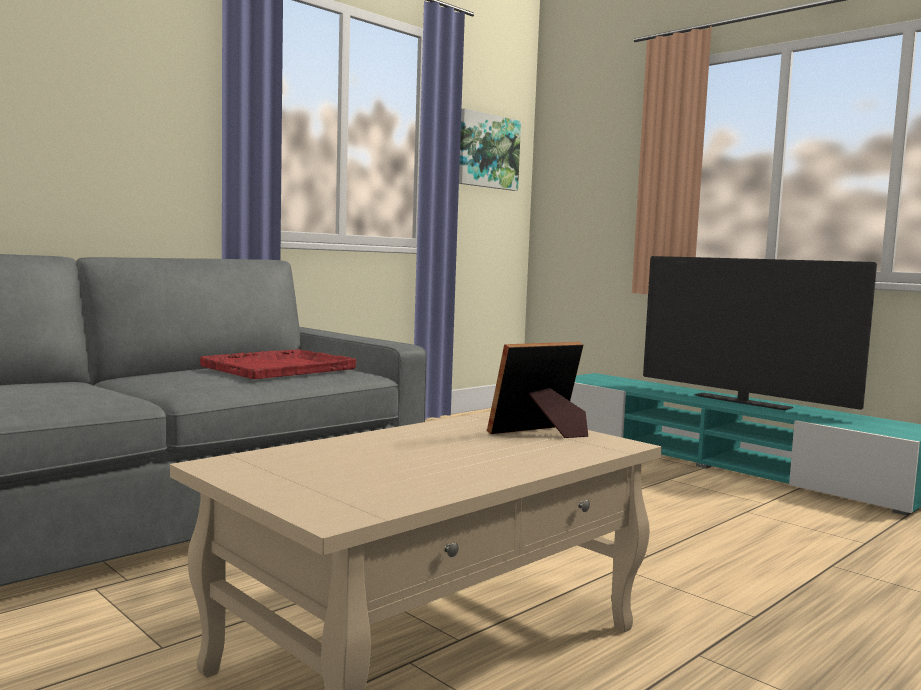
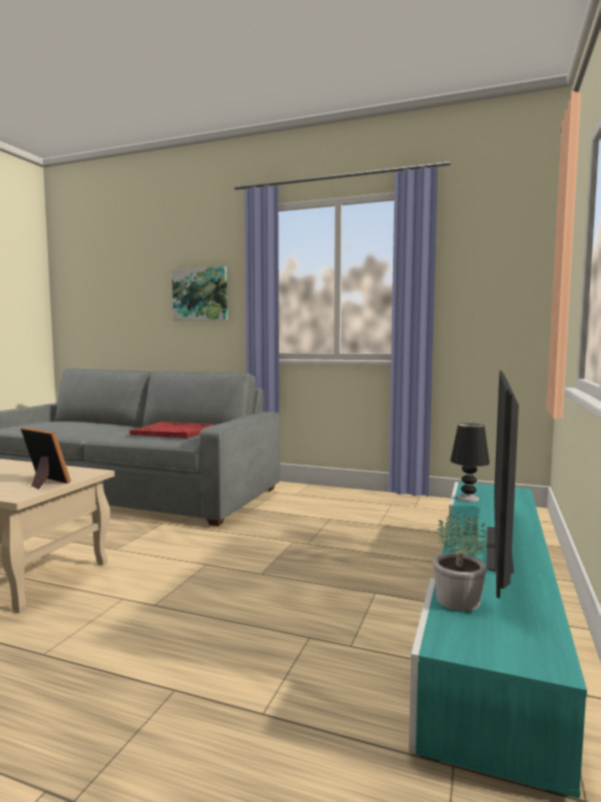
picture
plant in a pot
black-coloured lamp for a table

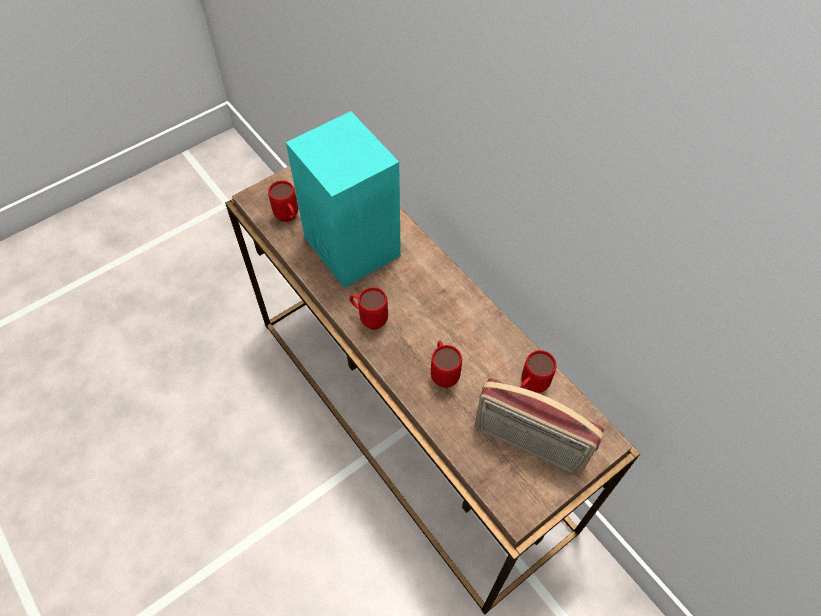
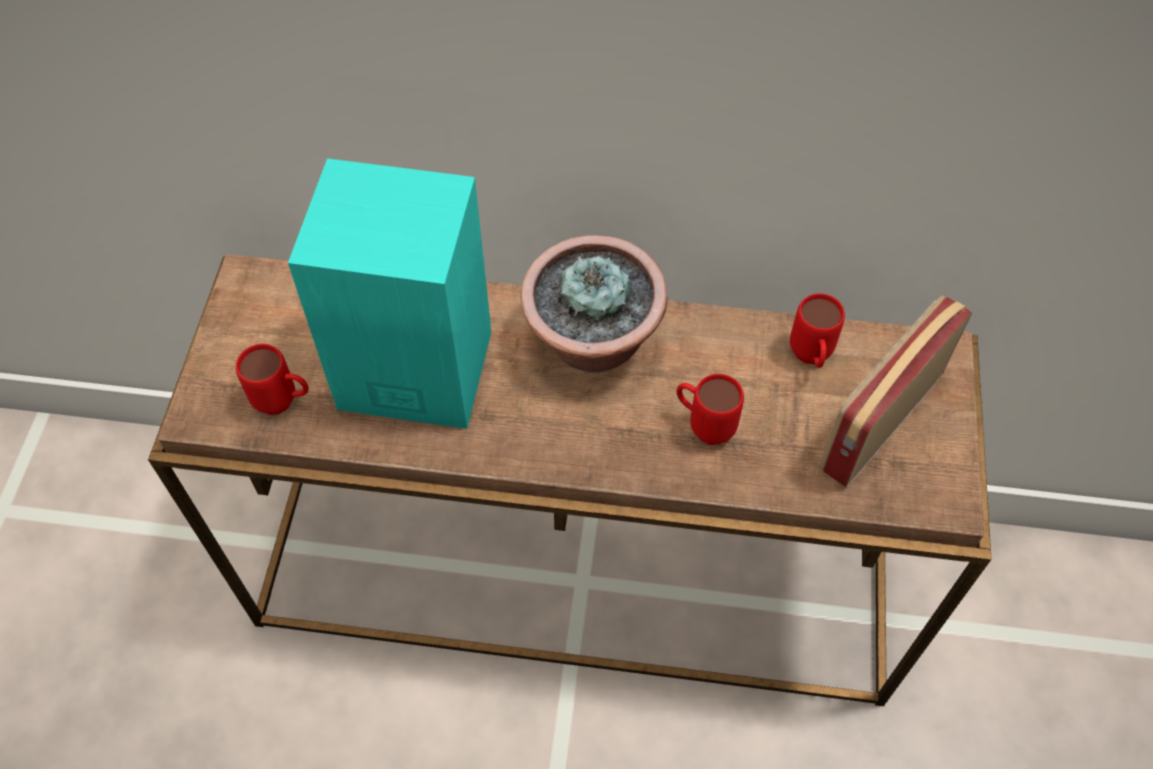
red-coloured tea mug (no. 2 from left in the first image)
radio
plant in a pot

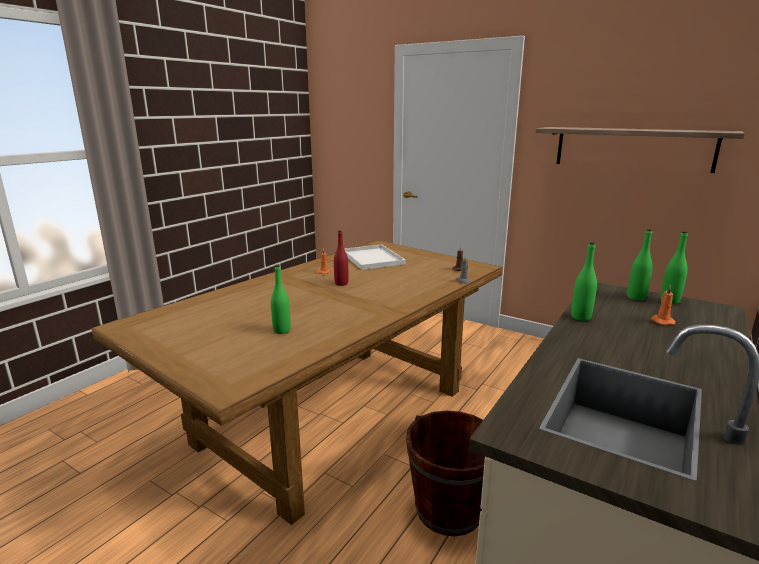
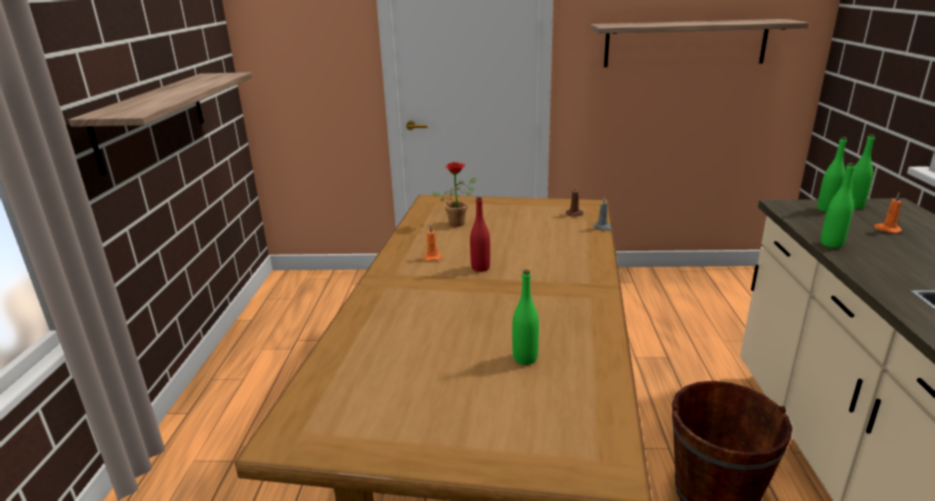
plant in a pot
bracket shelf (no. 1 from left)

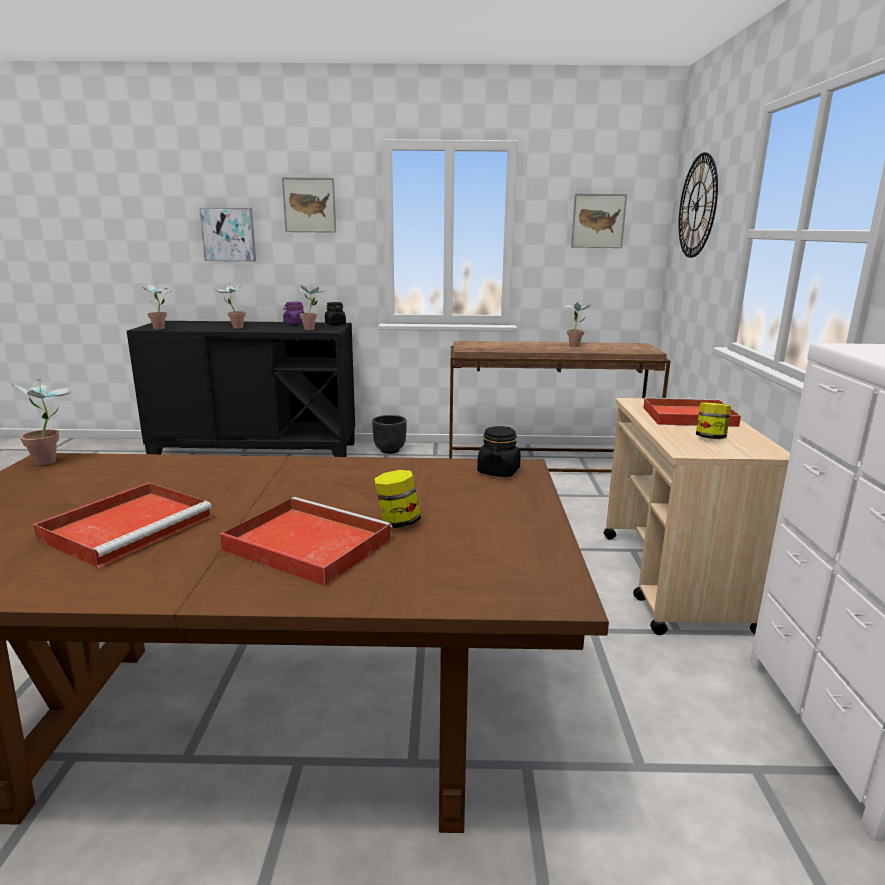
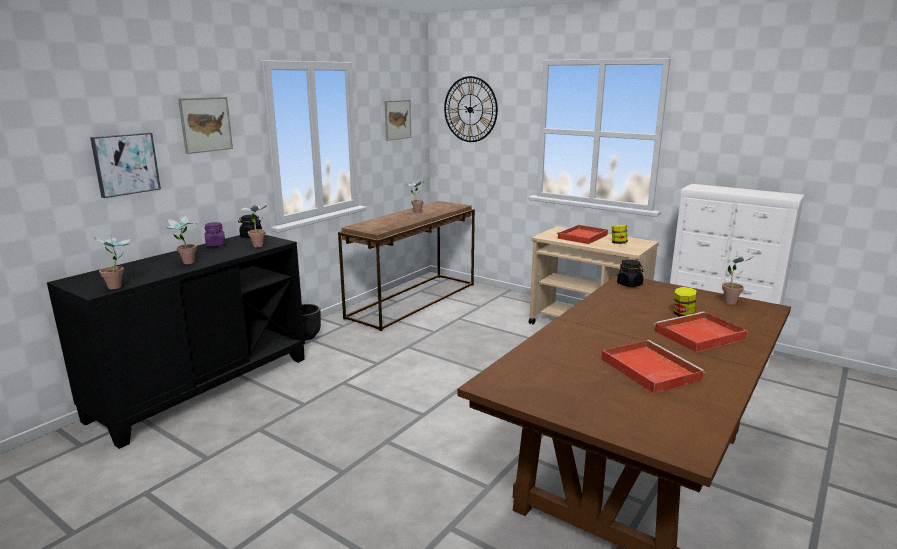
plant in a pot (no. 5 from left)

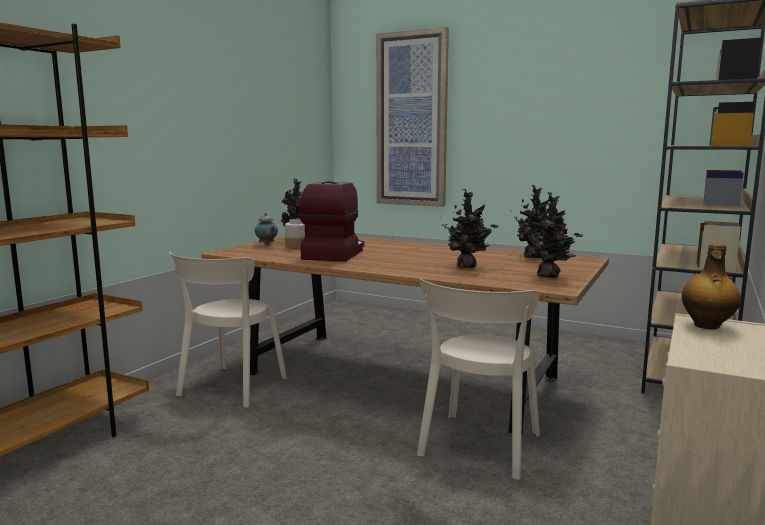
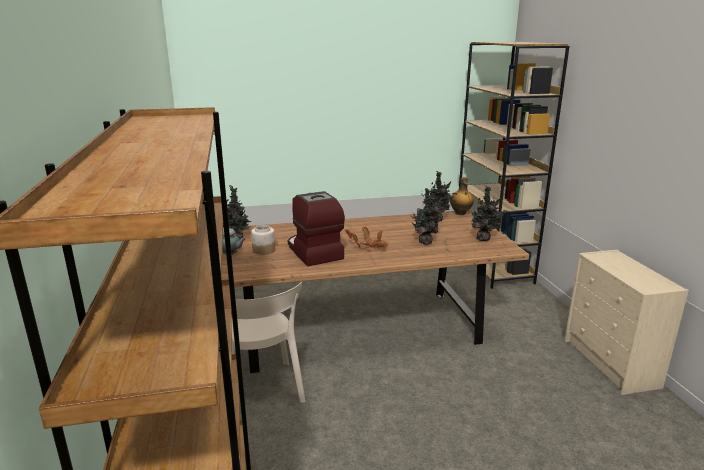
picture
sand-coloured plain chair (no. 2 from left in the first image)
bottle
plant in a pot (no. 2 from left)

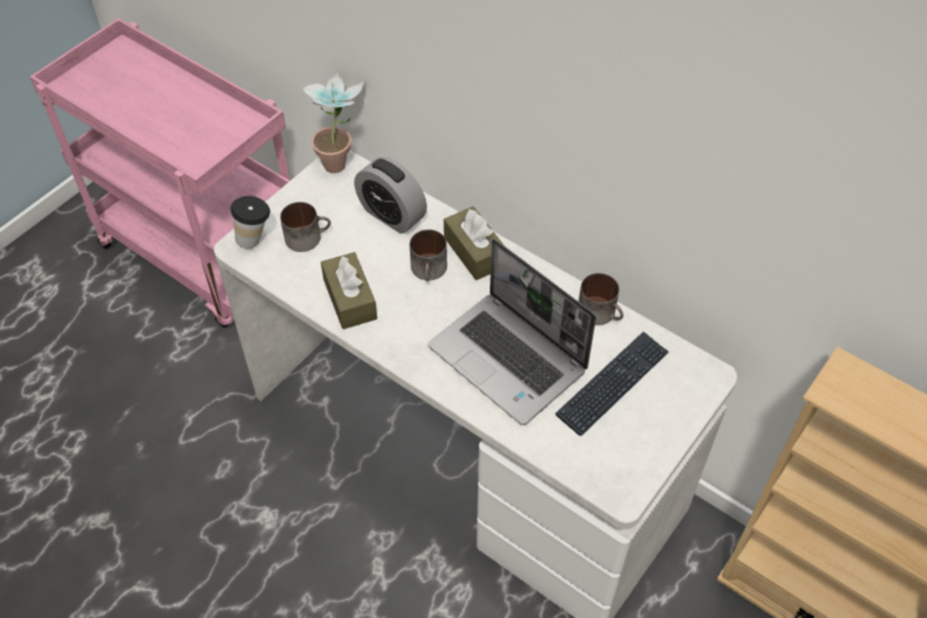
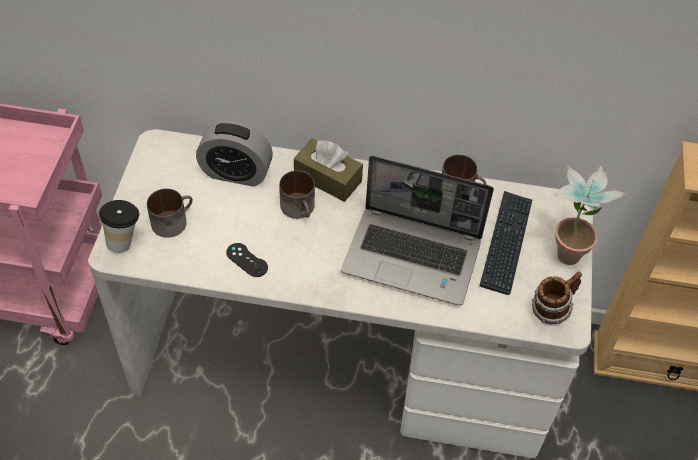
plant in a pot
black-coloured joypad
tea mug (no. 4 from left)

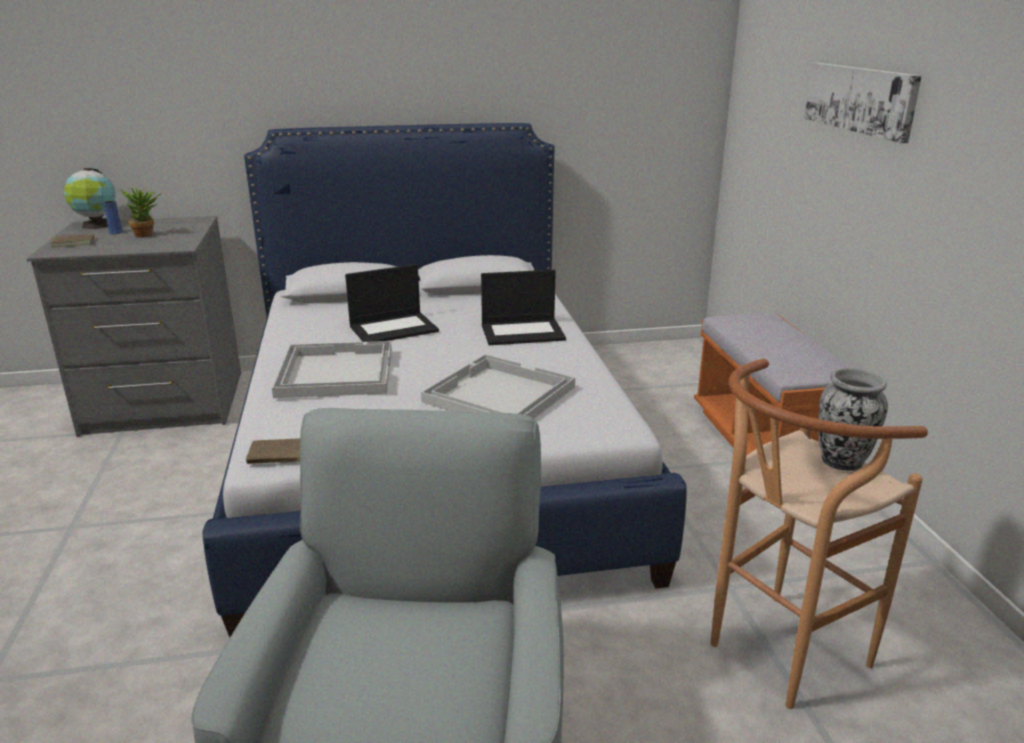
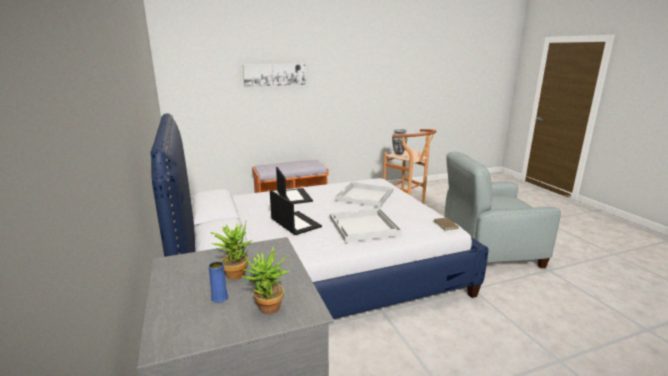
plant in a pot (no. 2 from left)
world globe

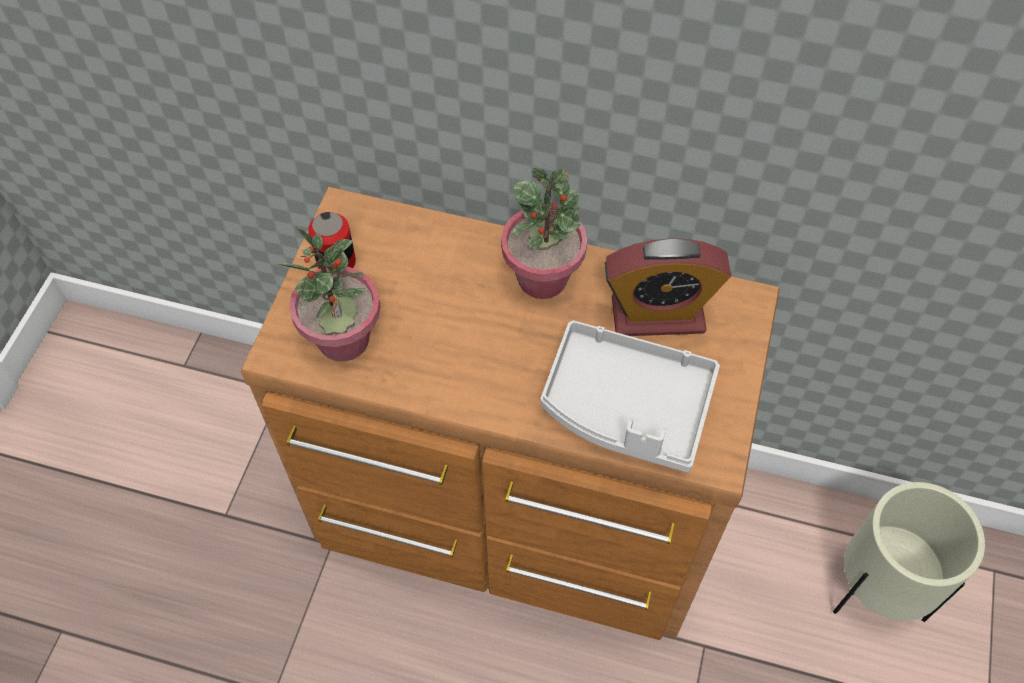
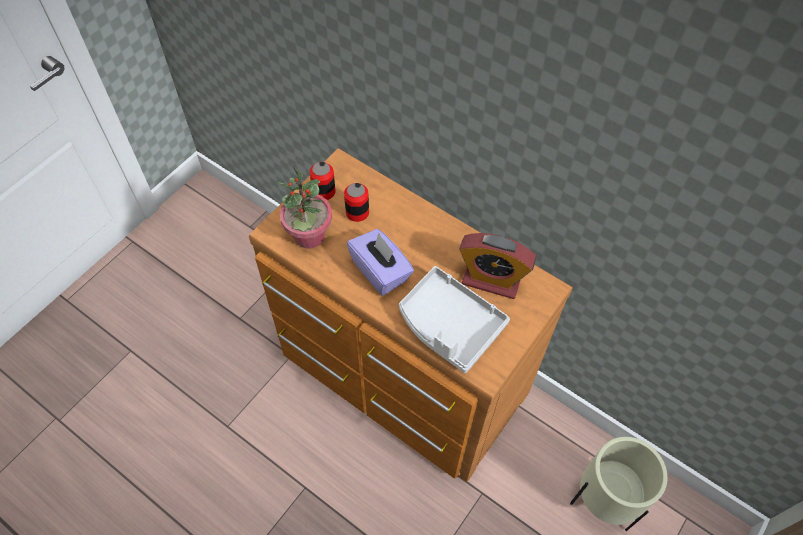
plant in a pot (no. 2 from left in the first image)
can (no. 2 from left)
purple tissue holder

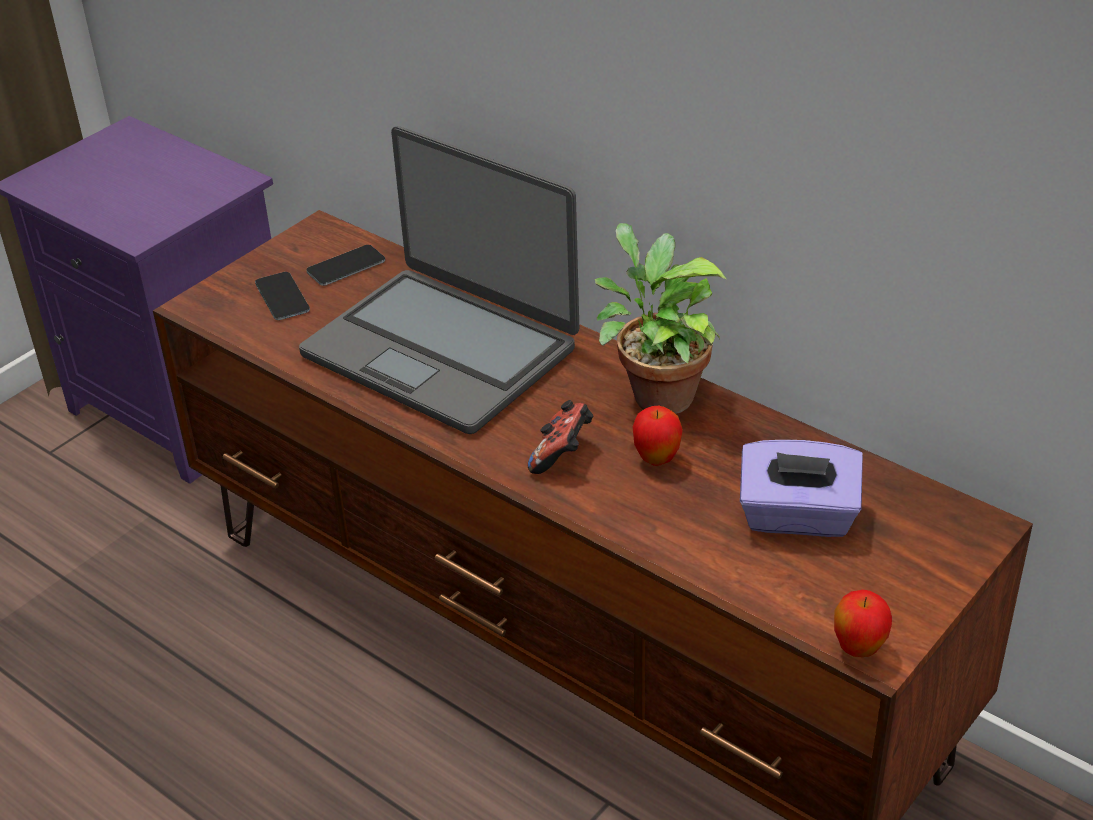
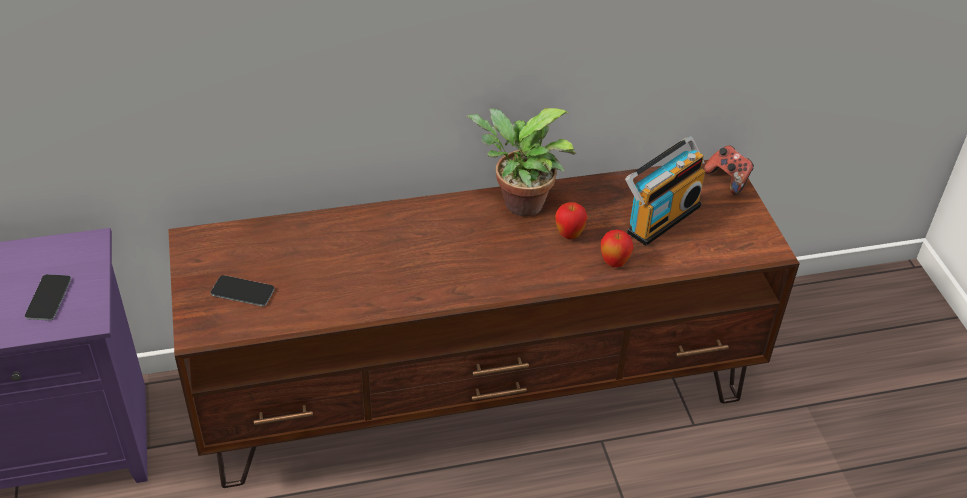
portable computer
phone (no. 1 from left)
joypad
radio
apple (no. 2 from left)

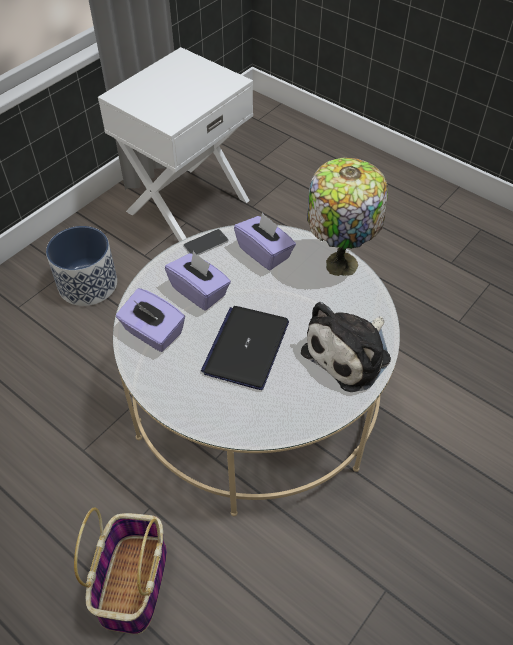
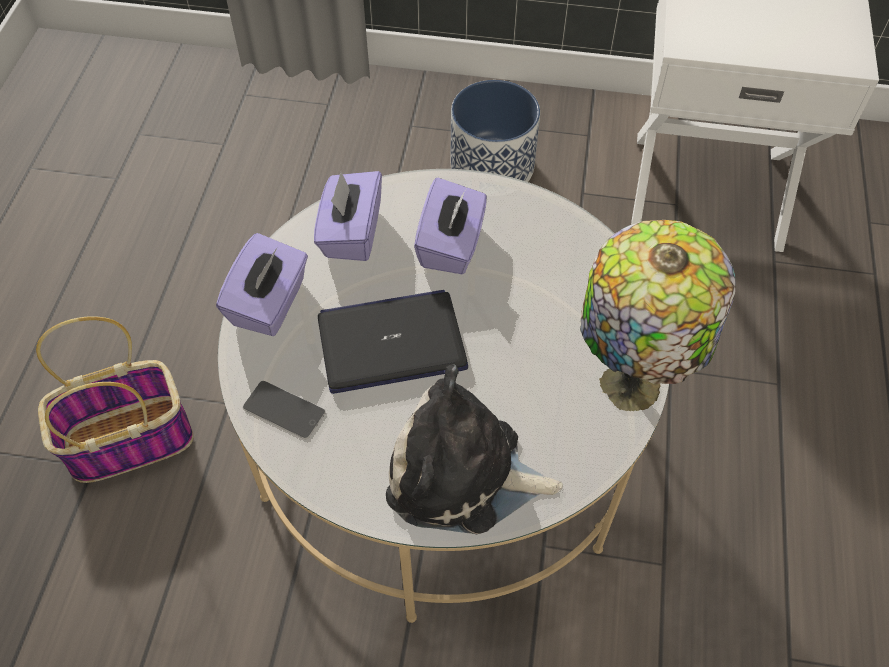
phone
purple tissue holder (no. 1 from left)

